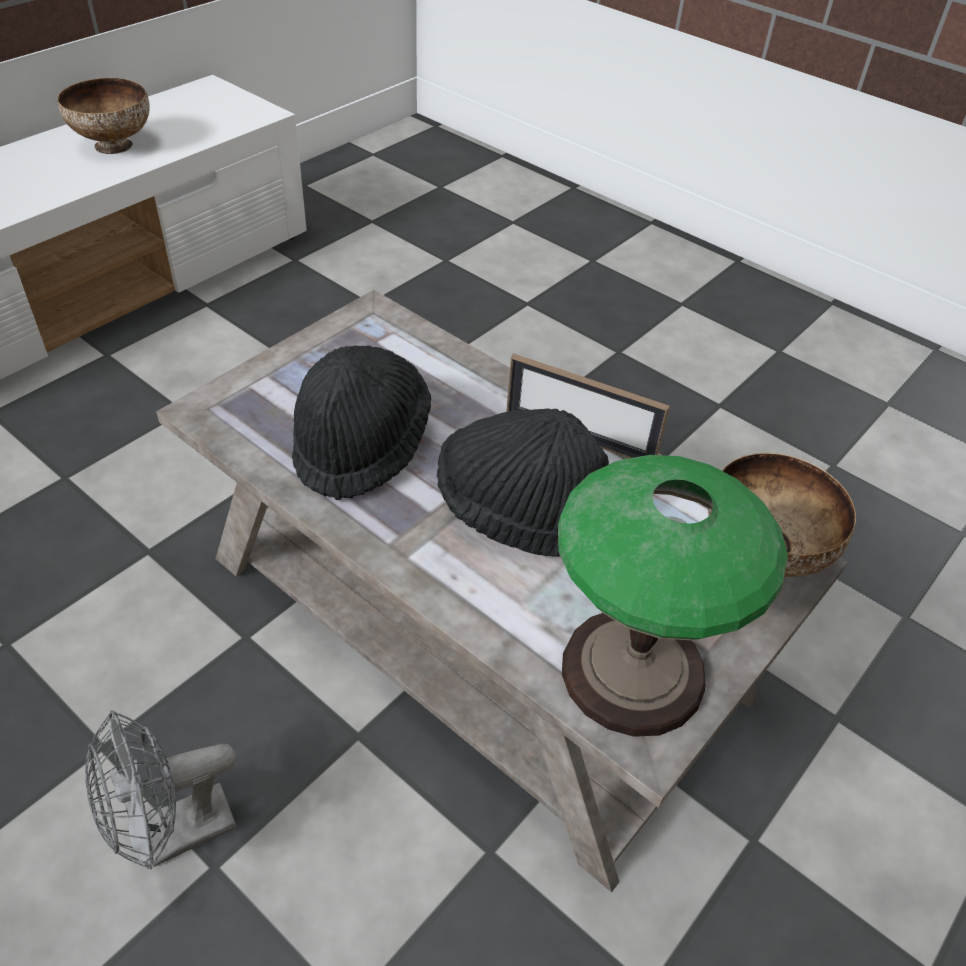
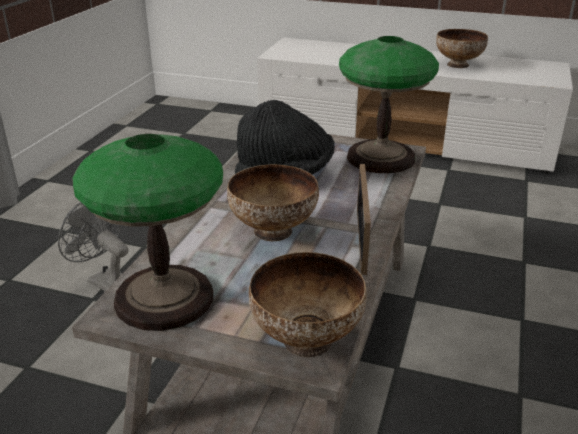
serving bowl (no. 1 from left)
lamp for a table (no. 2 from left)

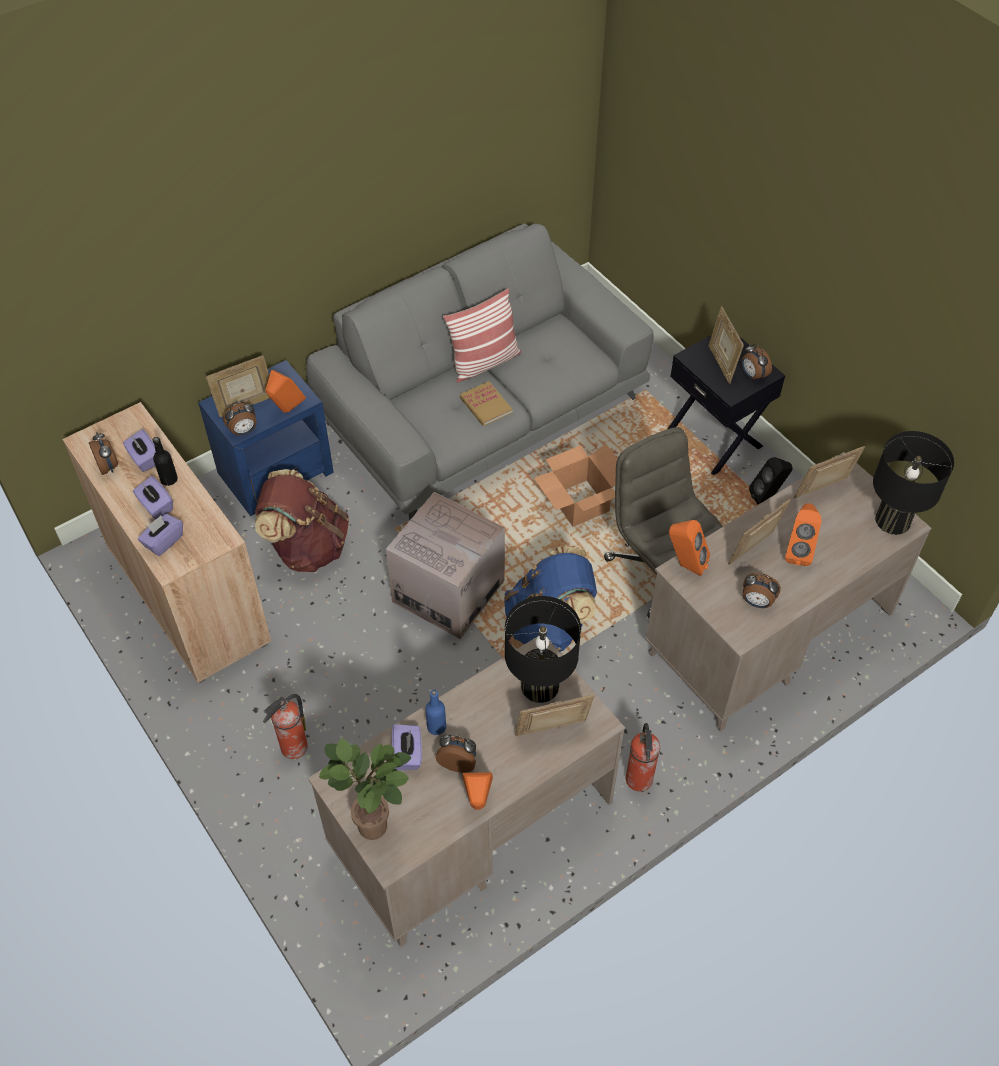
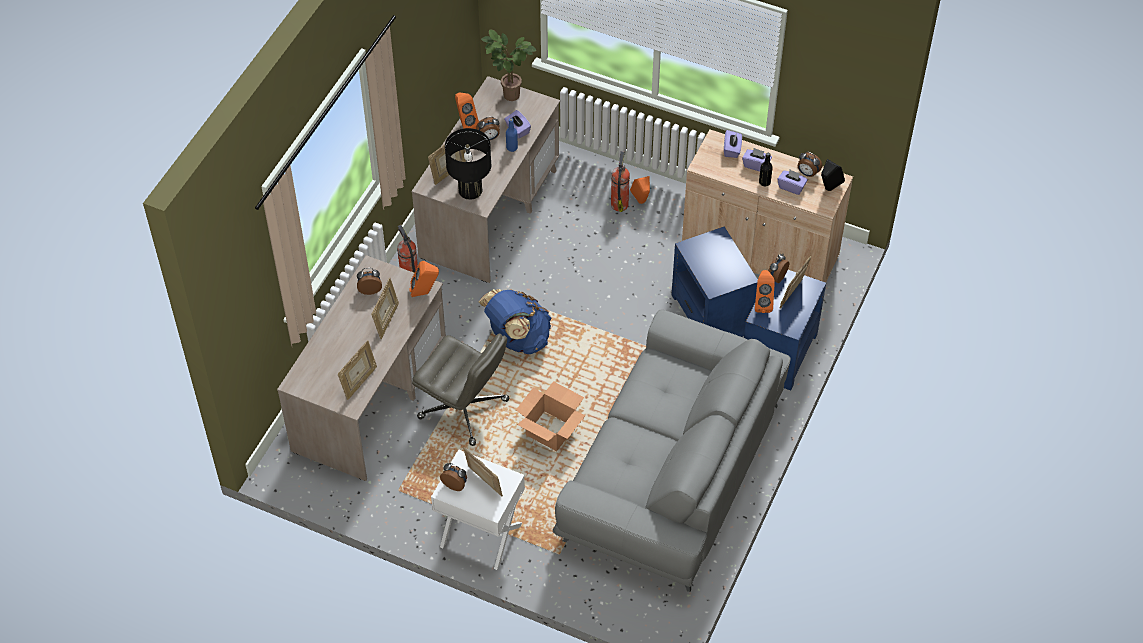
blue-coloured side table (no. 1 from left)
carton (no. 1 from left in the first image)
cushion
volume
whitish night table
black-coloured audio speaker
orangey audio speaker (no. 3 from left)
black-coloured lamp for a table (no. 2 from left in the first image)

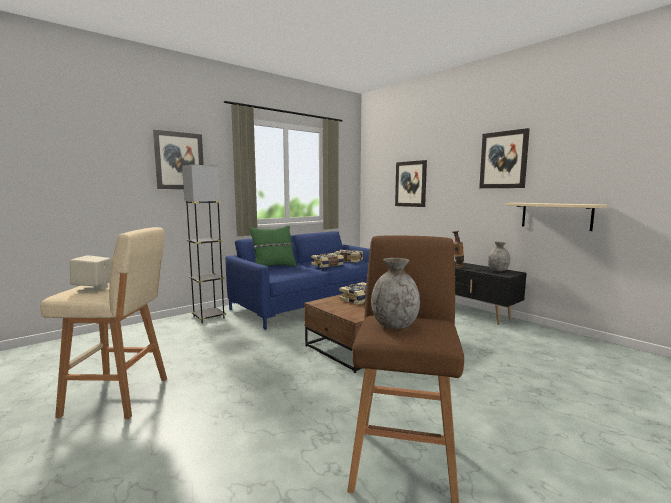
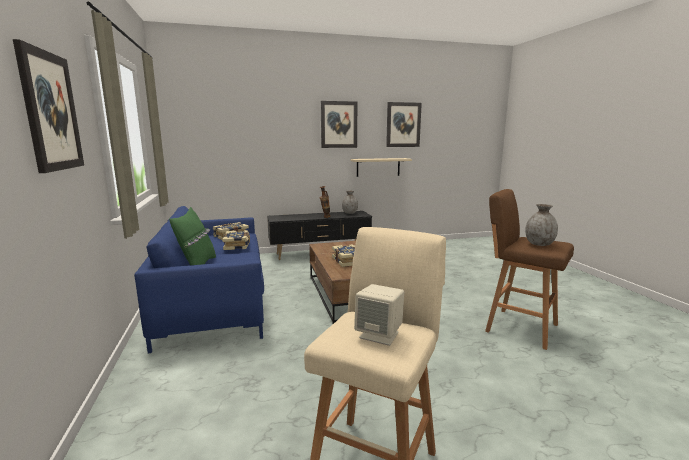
gray floor lamp
picture (no. 3 from left)

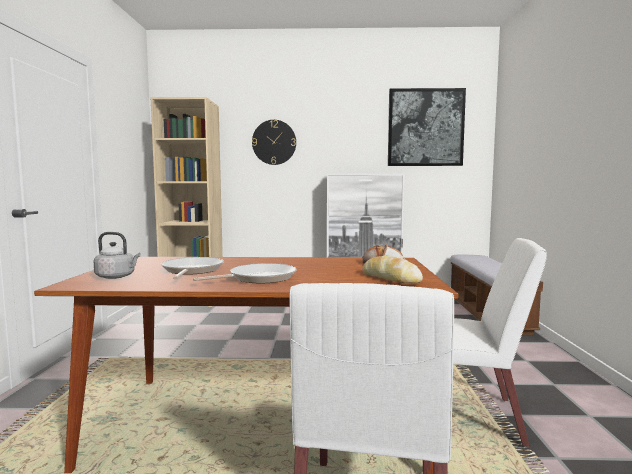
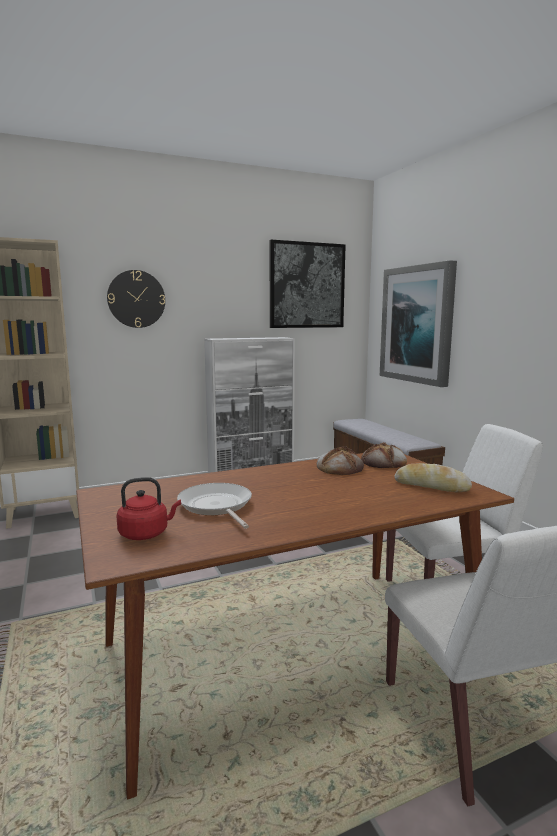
red-coloured water kettle
skillet (no. 2 from left in the first image)
baked bread (no. 1 from left)
picture (no. 2 from left)

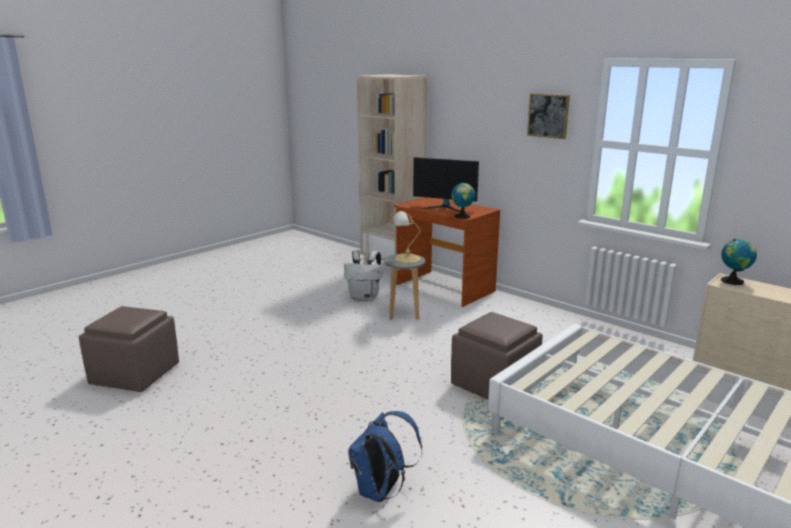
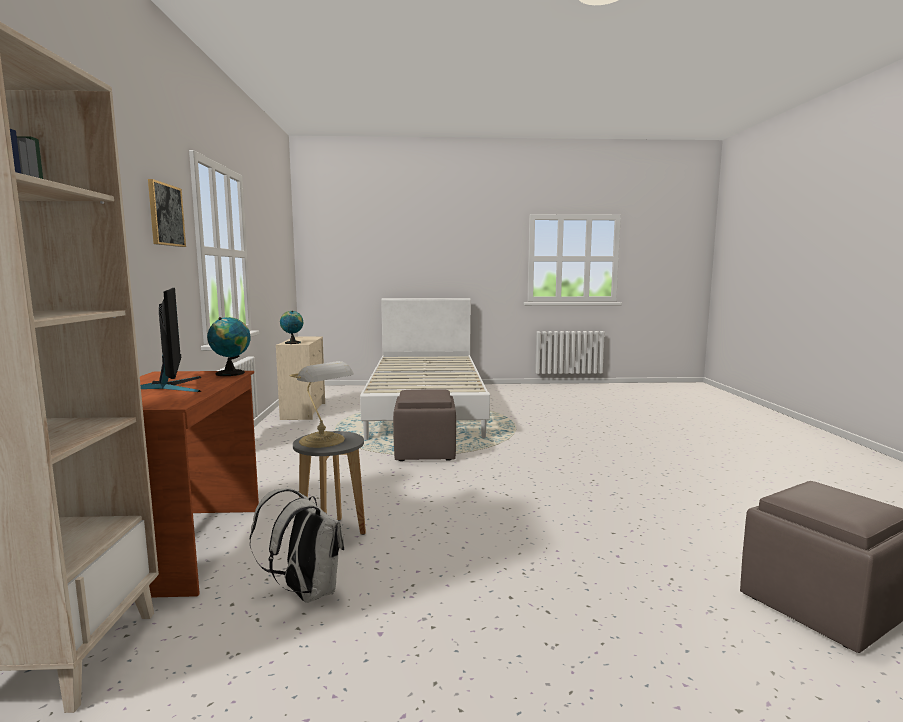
blue-coloured backpack

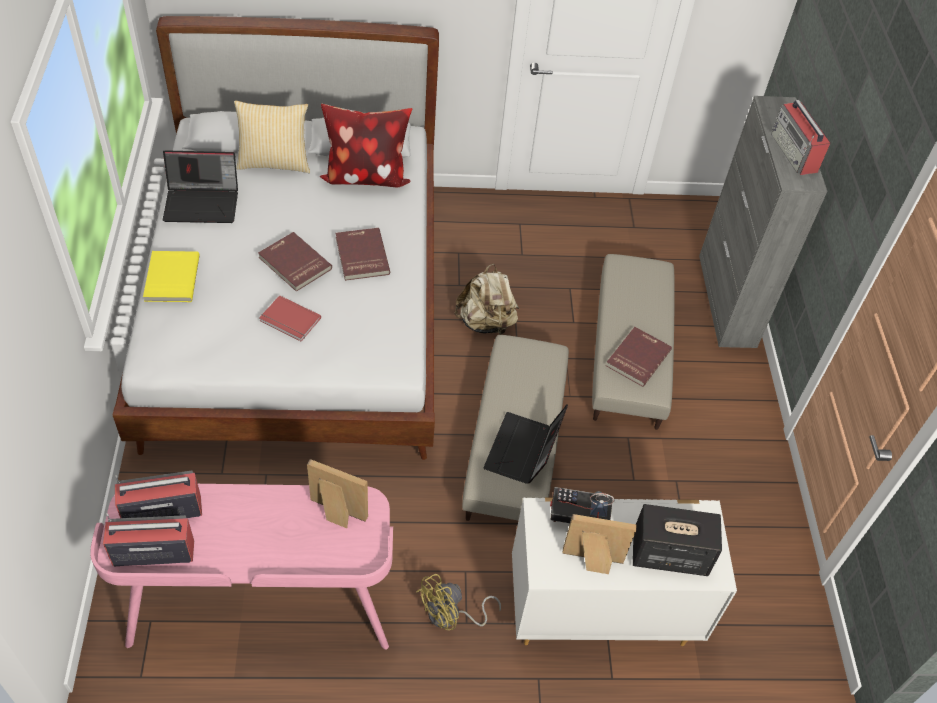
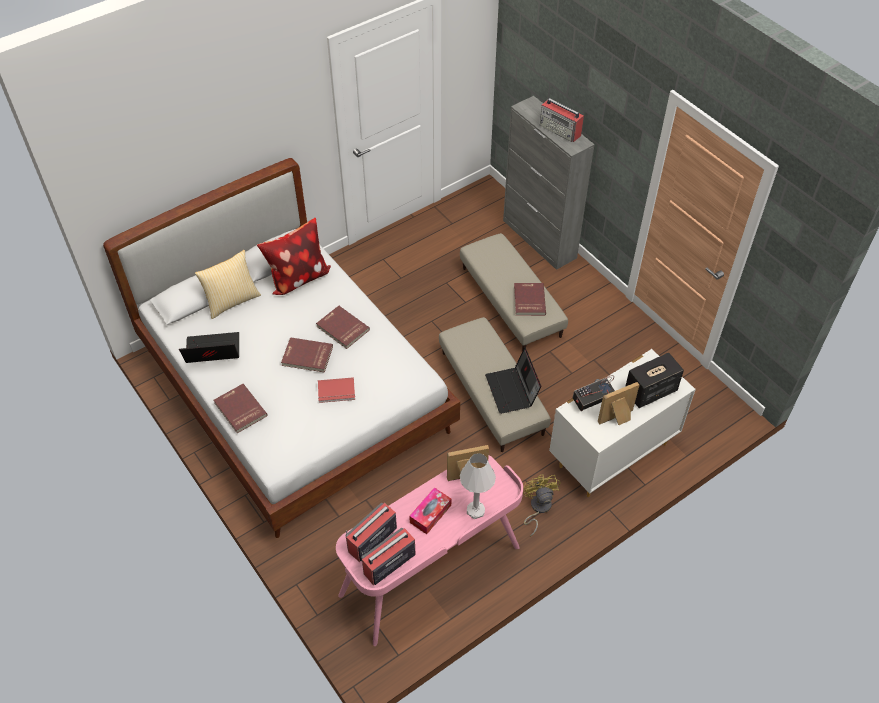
red-coloured volume (no. 1 from left)
portable computer (no. 1 from left)
yellow fan
sand-coloured backpack
tissue holder
whitish lamp for a table

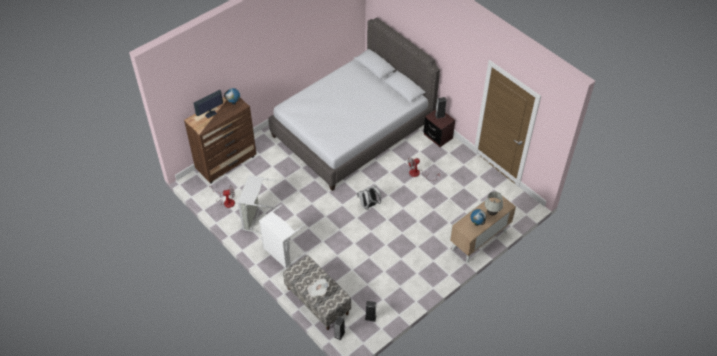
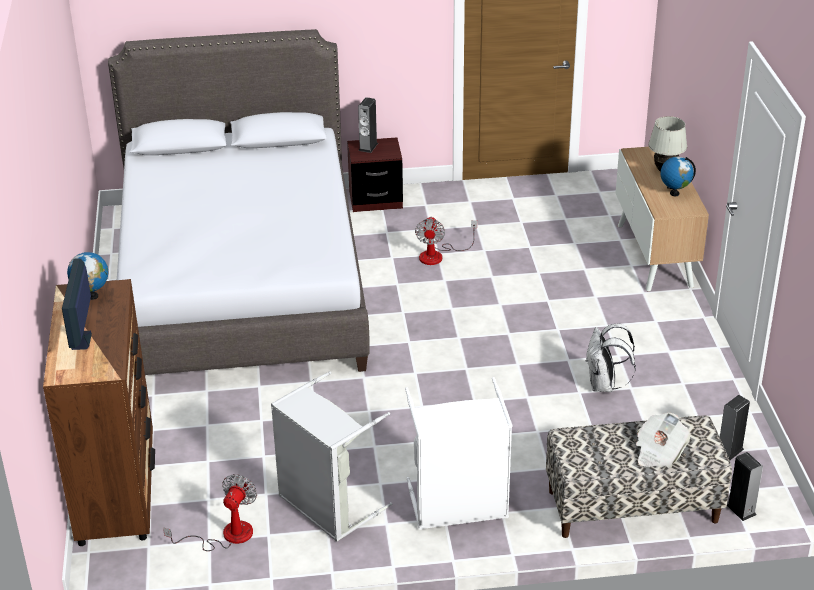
whitish backpack

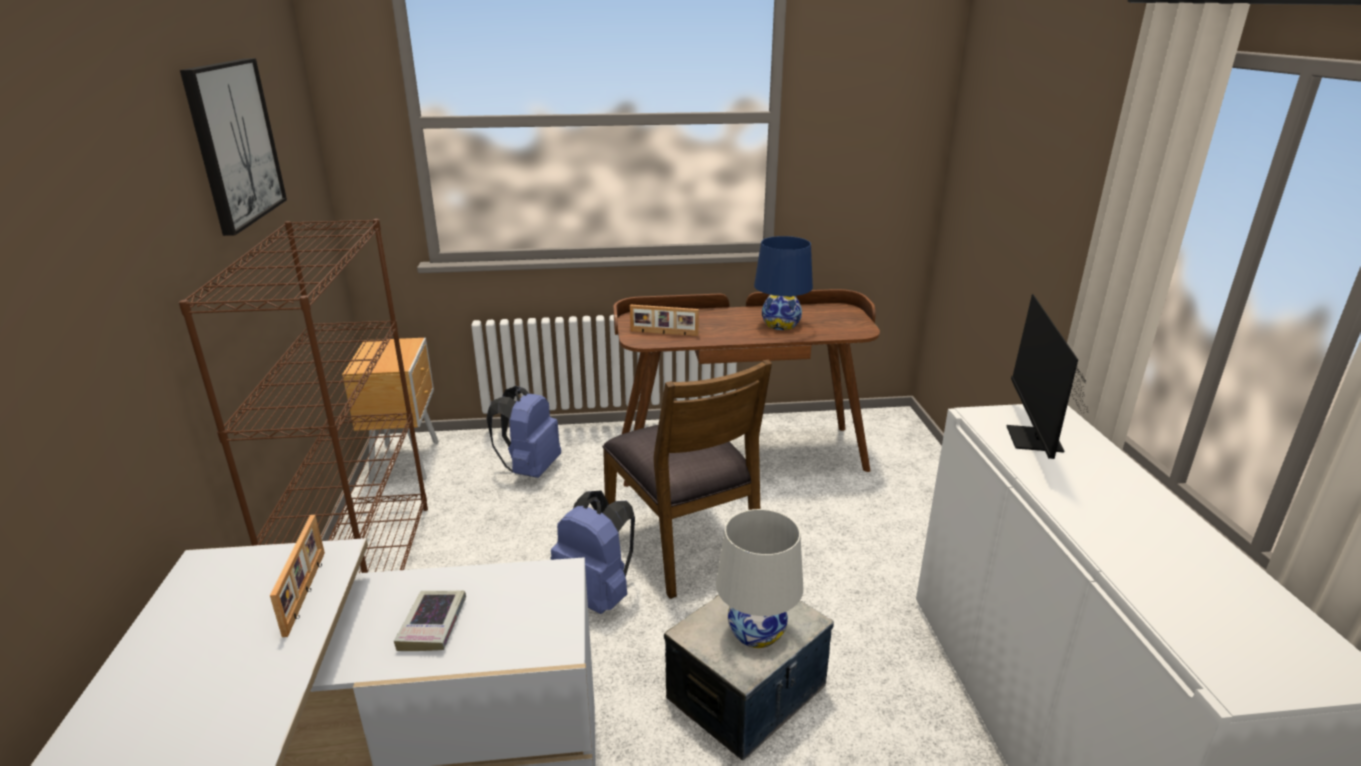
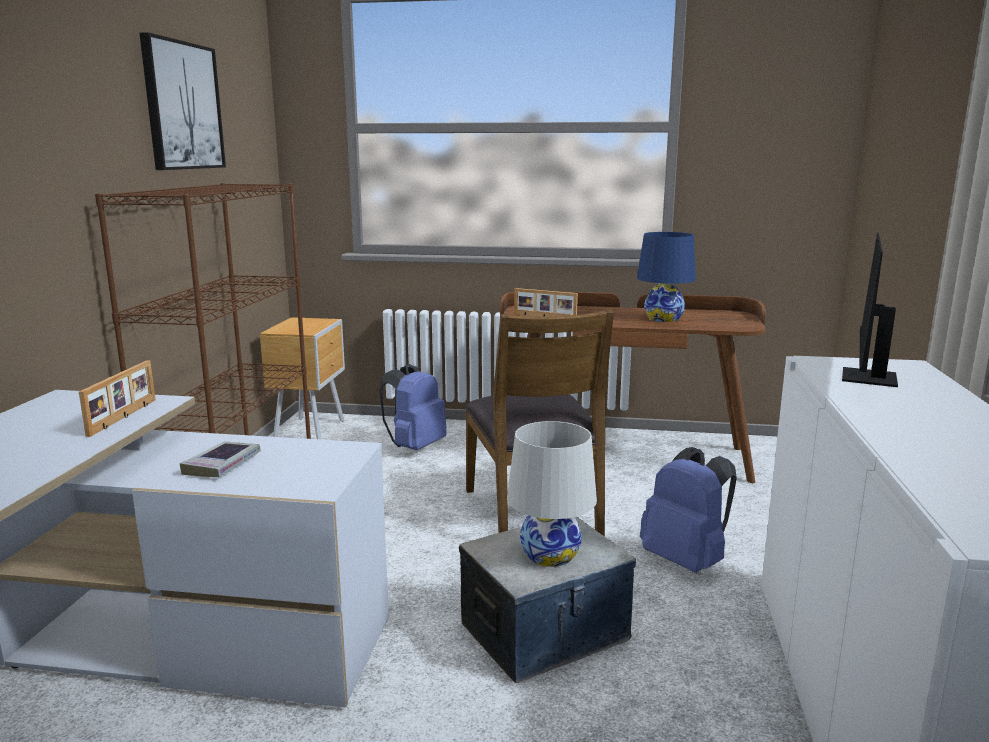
blue-coloured backpack (no. 2 from left)

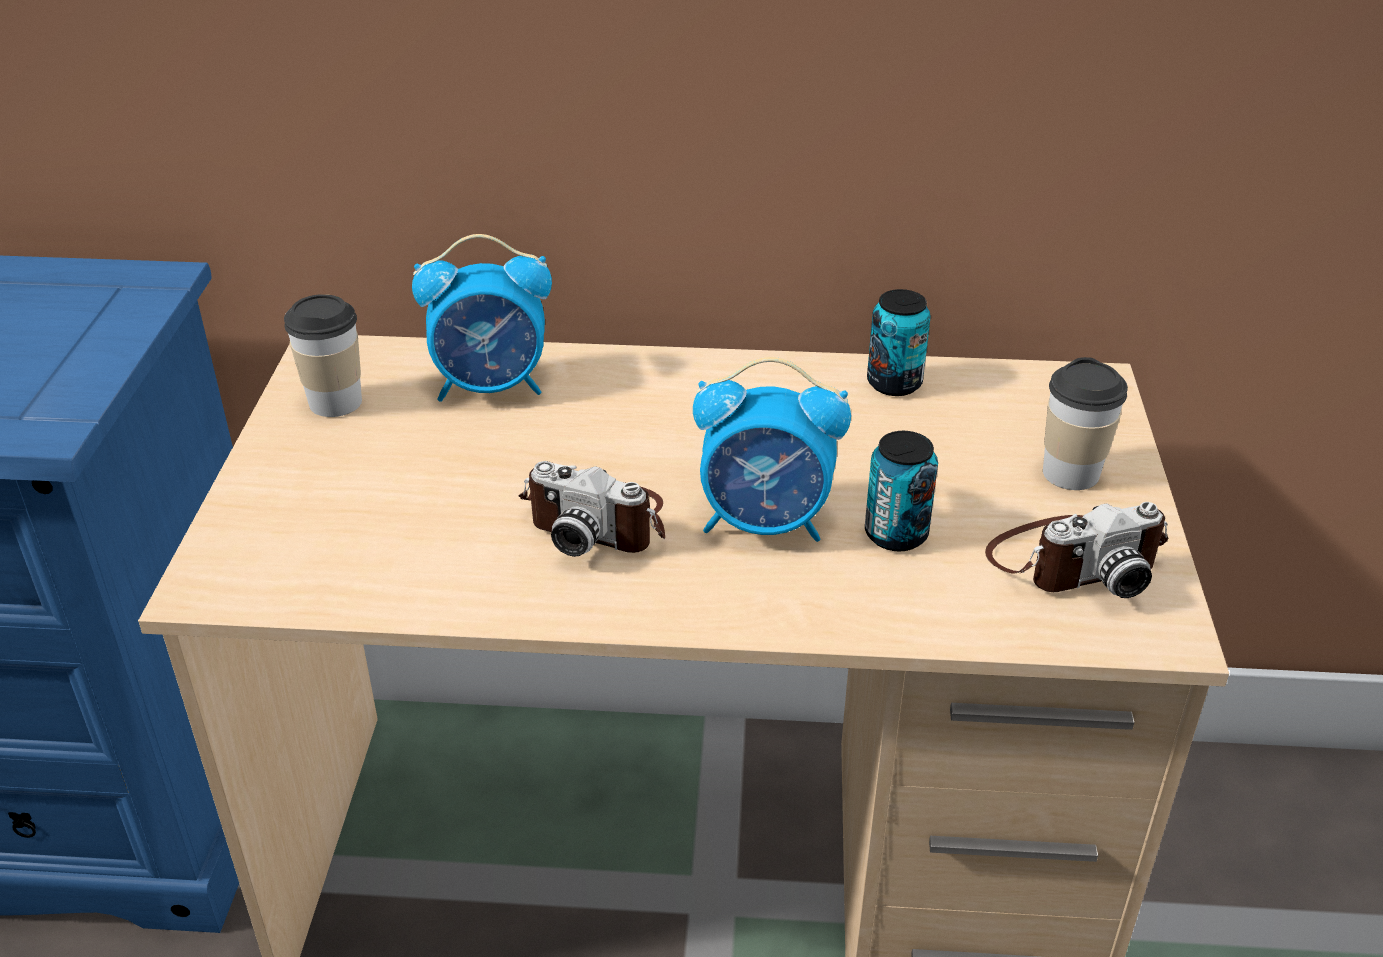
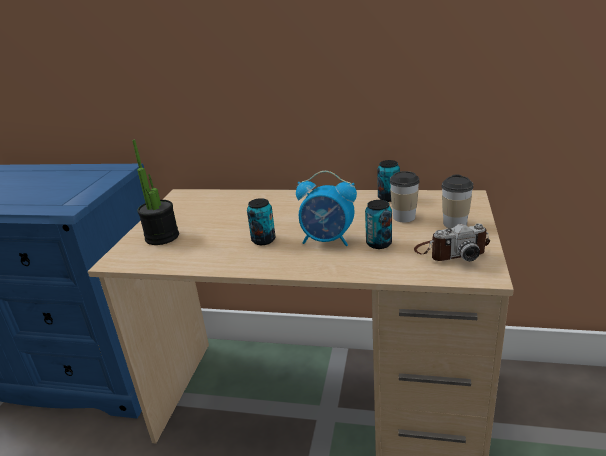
small cup (no. 1 from left)
alarm clock (no. 1 from left in the first image)
can (no. 1 from left)
plant in a pot

